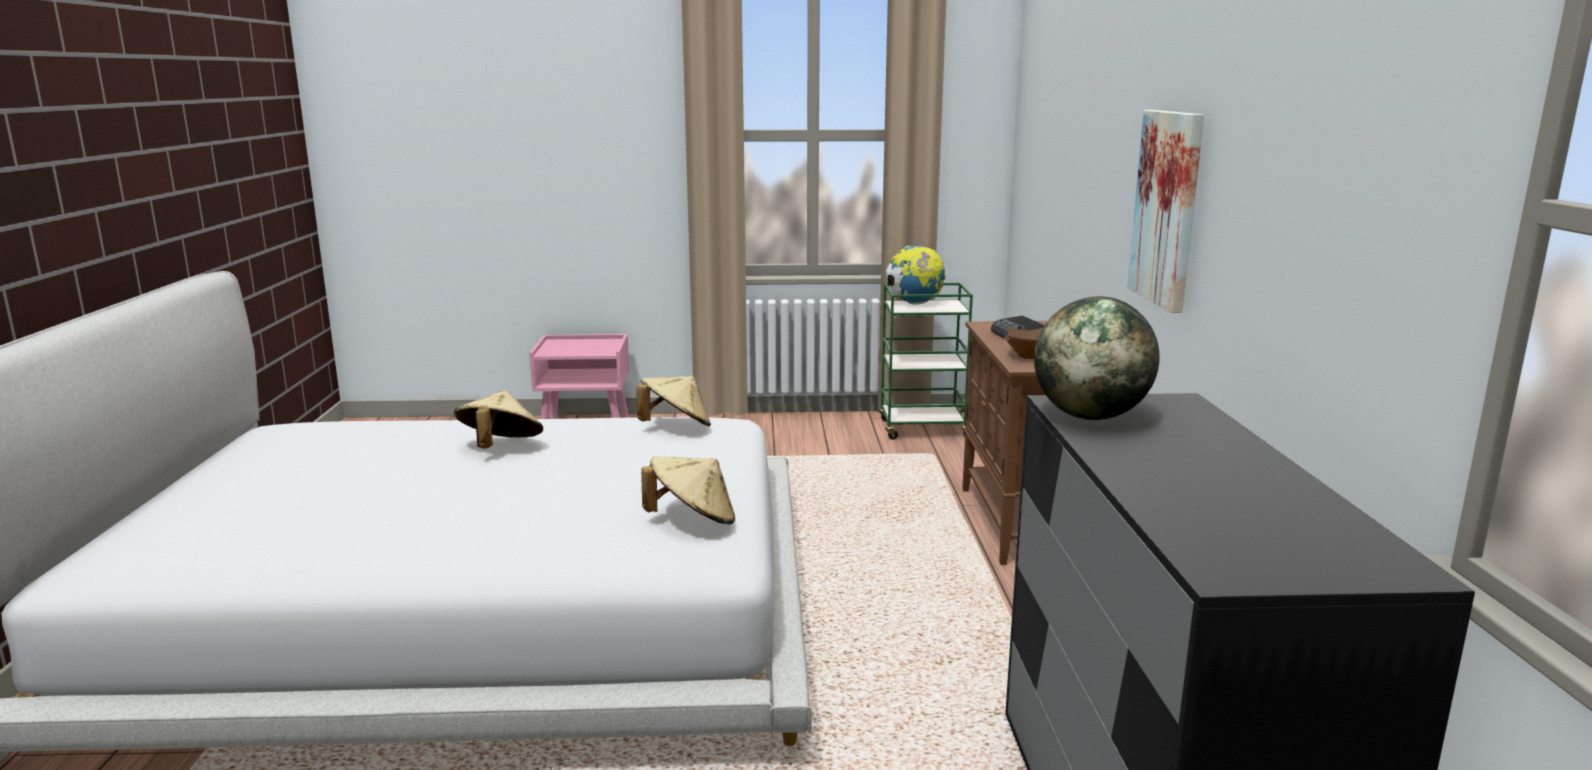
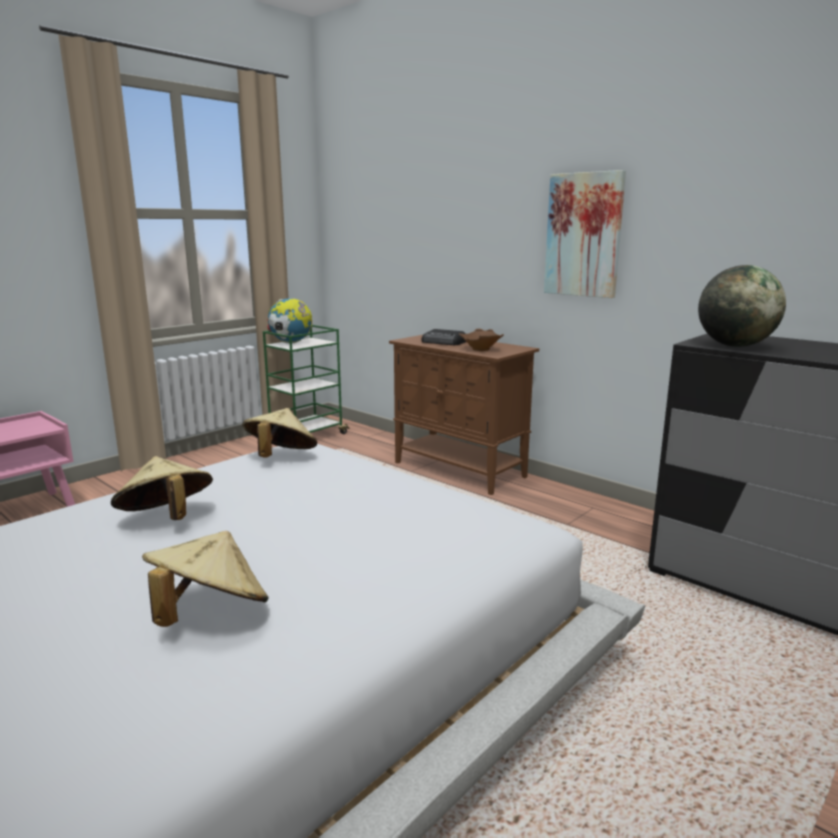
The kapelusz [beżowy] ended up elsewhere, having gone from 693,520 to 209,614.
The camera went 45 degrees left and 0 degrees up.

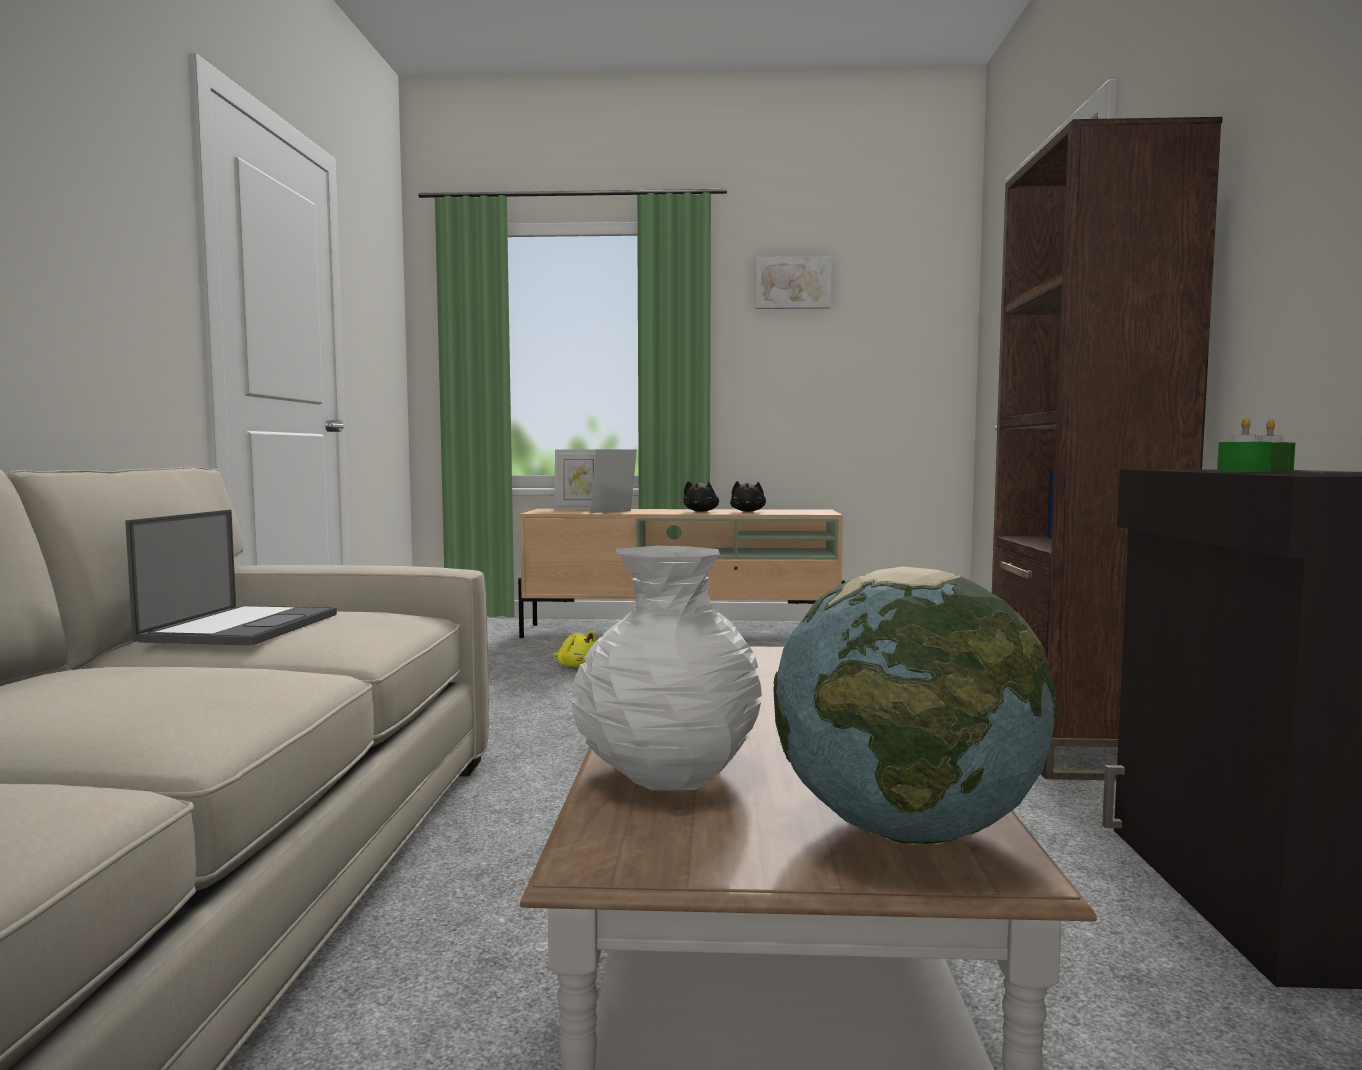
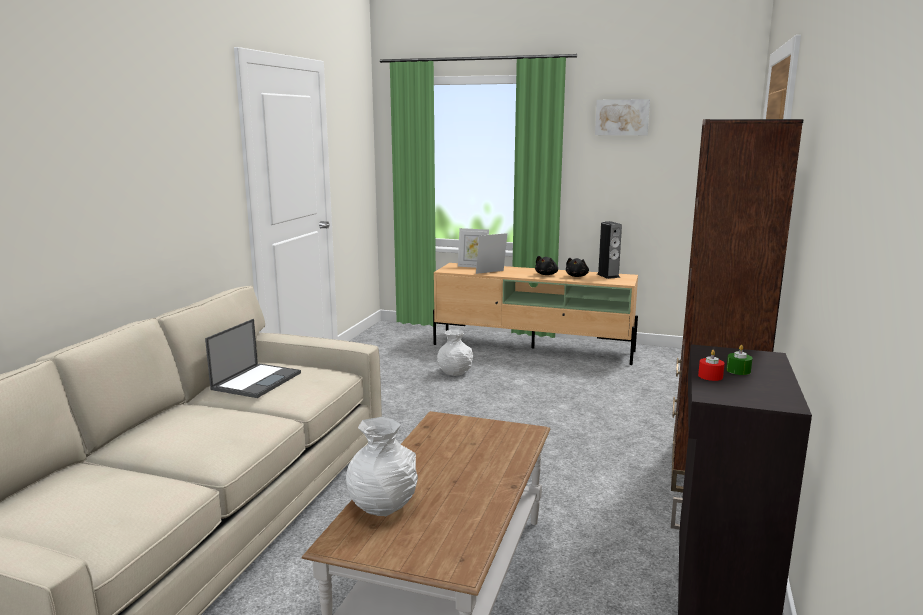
Where the pluszak [żółty] stood at 576,666, the wazon [biały] came to stand at 455,372.
The second view lost the globus at 907,830.
What was the świeca [zielony] at 1243,471 turned into the świeca [czerwony] at 710,376.
The second view gained the głośnik at 608,275.
The camera went 15 degrees right and 10 degrees up.

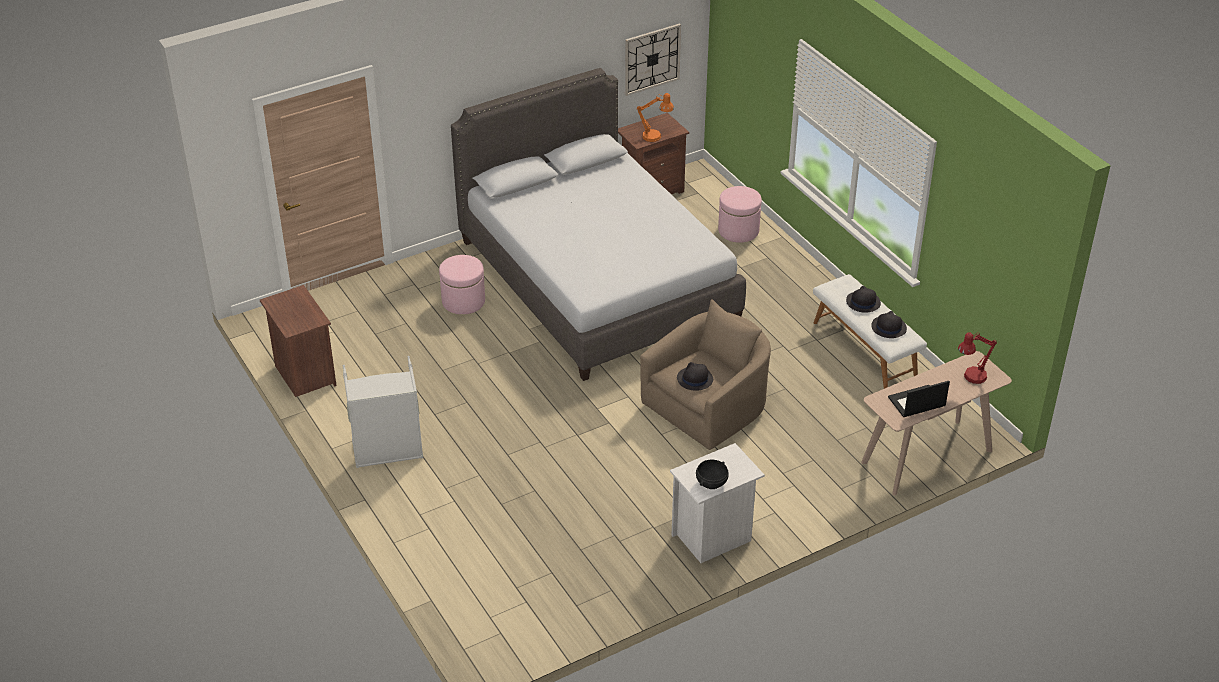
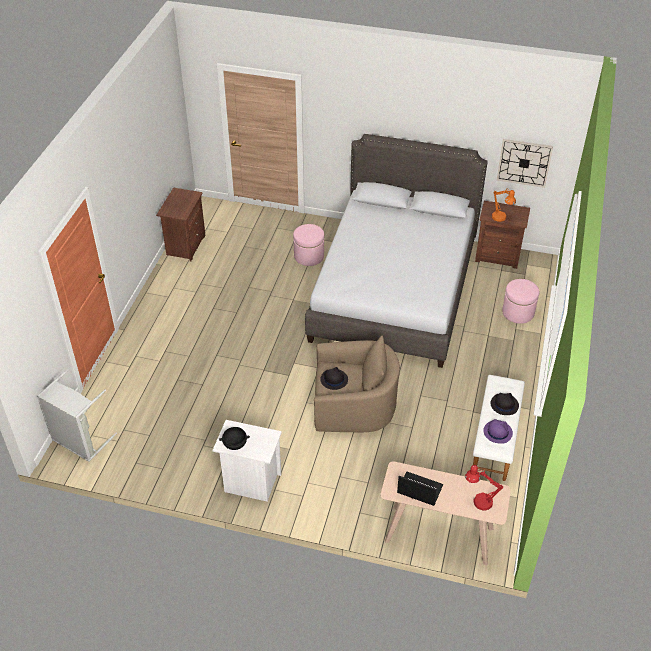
The kosz na pranie [szary] ended up elsewhere, having gone from 387,451 to 79,441.
What was the kapelusz [czarny] at 888,327 turned into the kapelusz [fioletowy] at 497,432.
The camera went 45 degrees right and 5 degrees up.

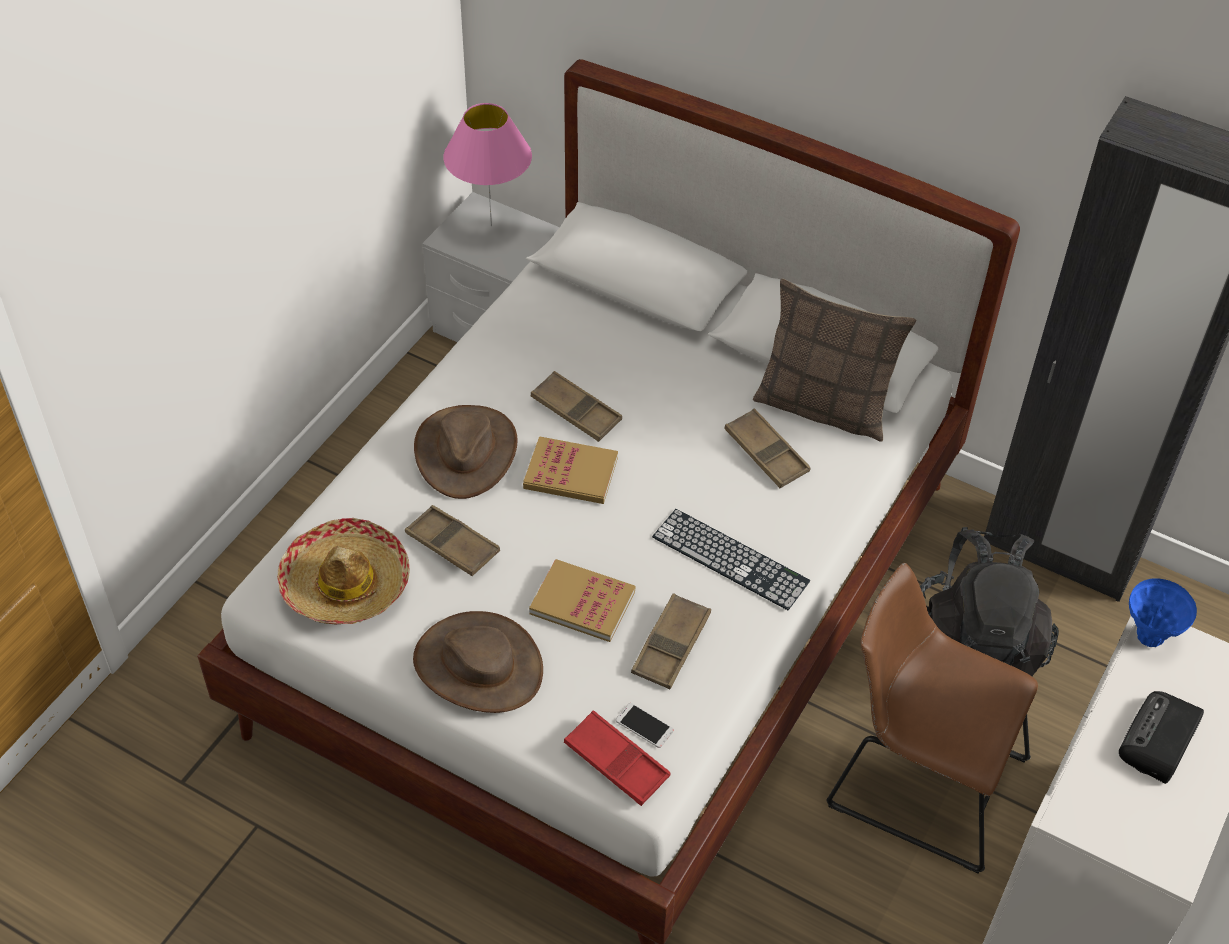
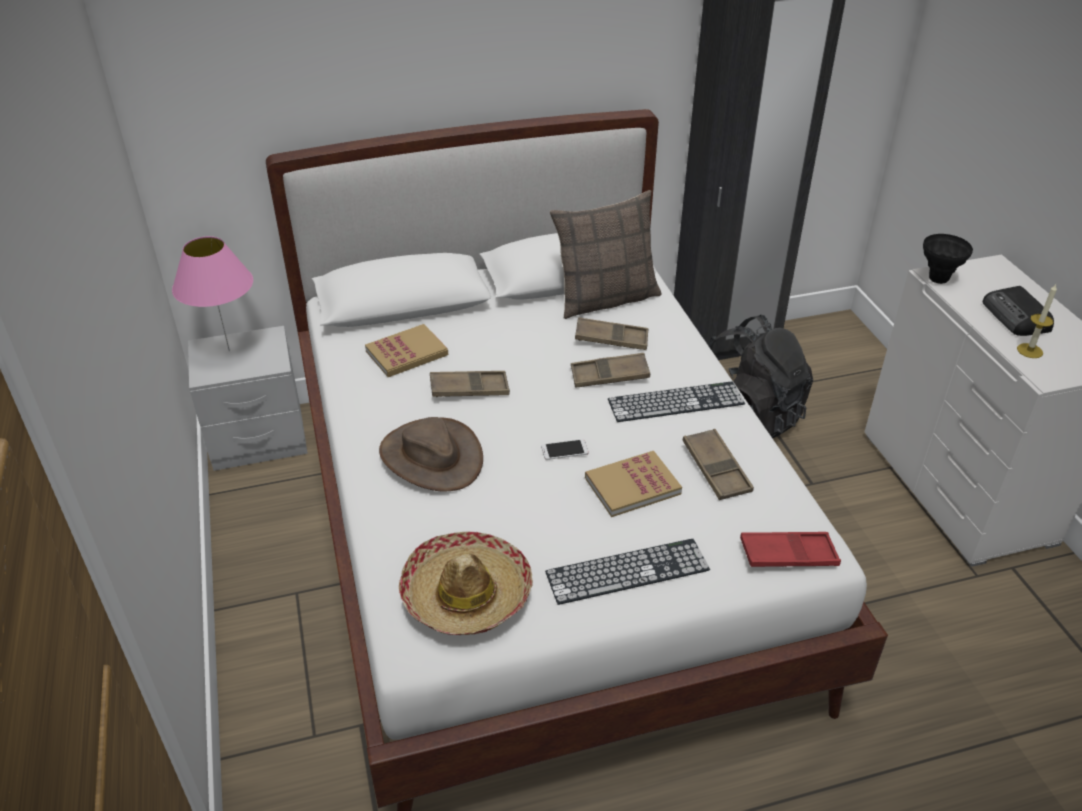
The taca [brązowy] ended up elsewhere, having gone from 452,545 to 609,375.
Where the kapelusz [brązowy] stood at 478,665, the klawiatura came to stand at 627,571.
The książka ended up elsewhere, having gone from 570,473 to 407,353.
The telefon ended up elsewhere, having gone from 644,725 to 564,450.
The second view lost the krzesło [brązowy] at 918,778.
What was the wazon [niebieski] at 1149,637 turned into the wazon [czarny] at 938,279.
The second view gained the świeca at 1029,350.
The camera went 45 degrees left and 10 degrees down.

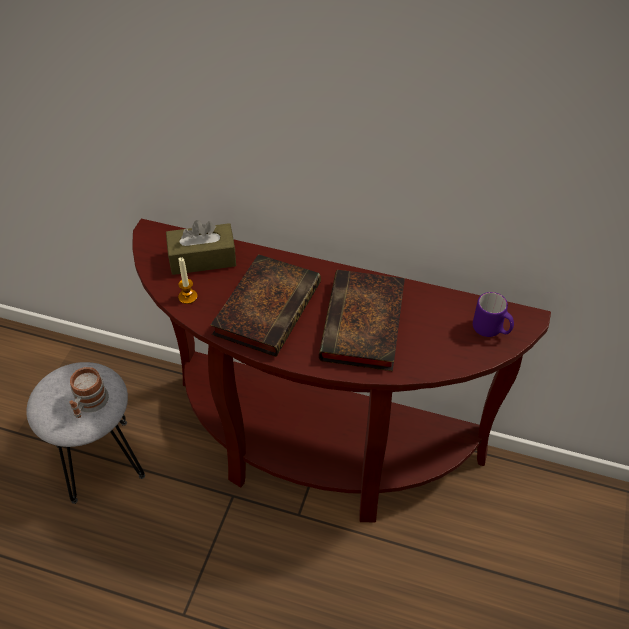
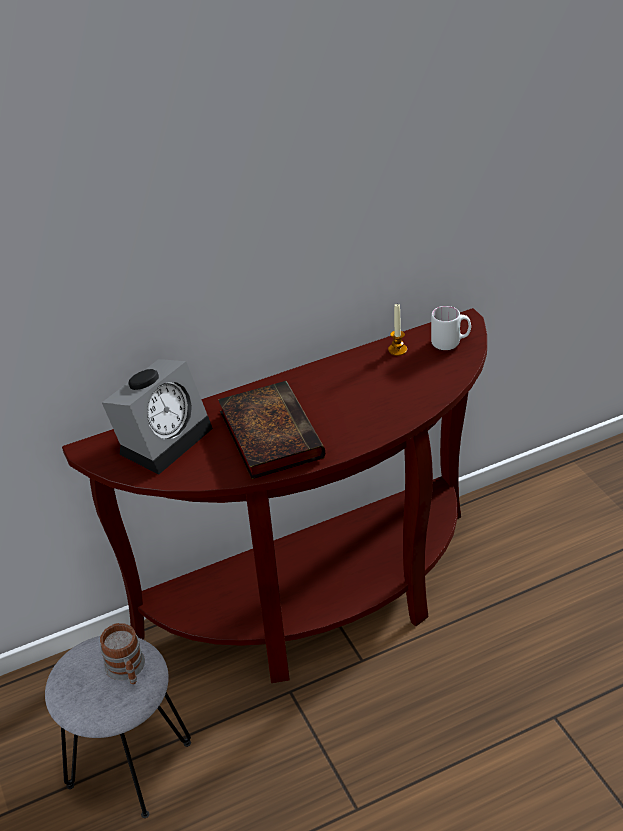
Where the pudełko chusteczek [brązowy] stood at 202,258, the budzik came to stand at 164,438.
The świeca ended up elsewhere, having gone from 188,297 to 397,350.
The second view lost the książka at 363,327.
What was the kubek [fioletowy] at 491,330 turned into the kubek [biały] at 450,343.
The camera went 40 degrees left and 10 degrees down.

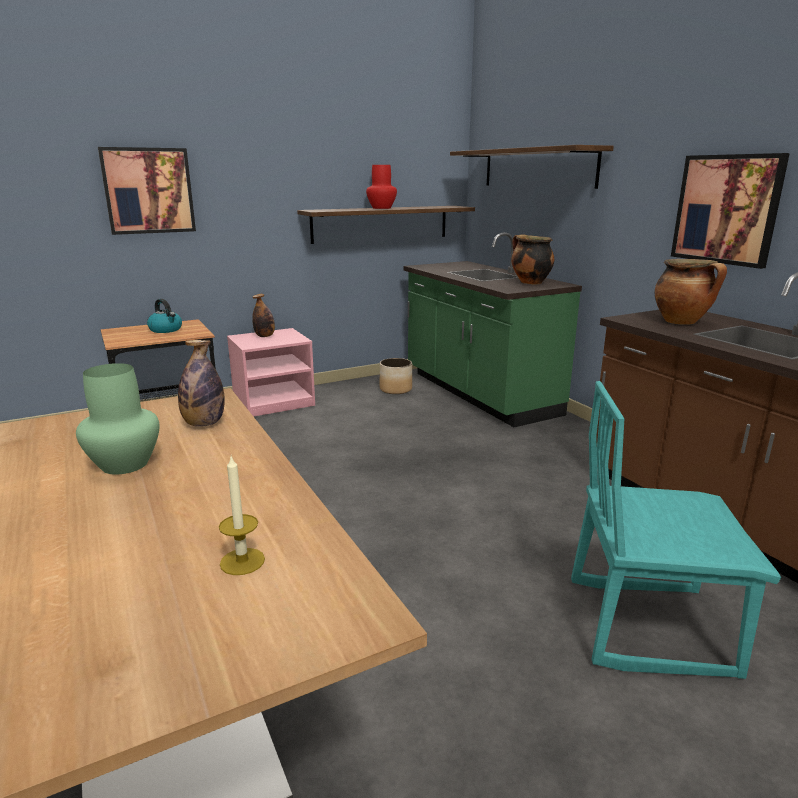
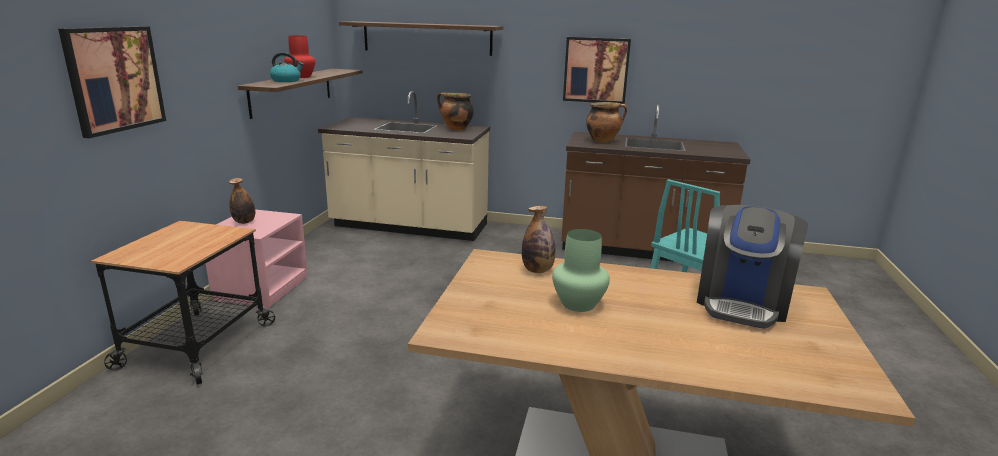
The czajnik ended up elsewhere, having gone from 166,330 to 286,81.
Where the świeca stood at 242,561, the ekspres do kawy came to stand at 742,302.
The second view lost the donica at 395,389.
What was the zabudowa kuchenna [zielony] at 478,393 turned into the zabudowa kuchenna [beżowy] at 409,226.
The camera went 50 degrees left and 0 degrees up.

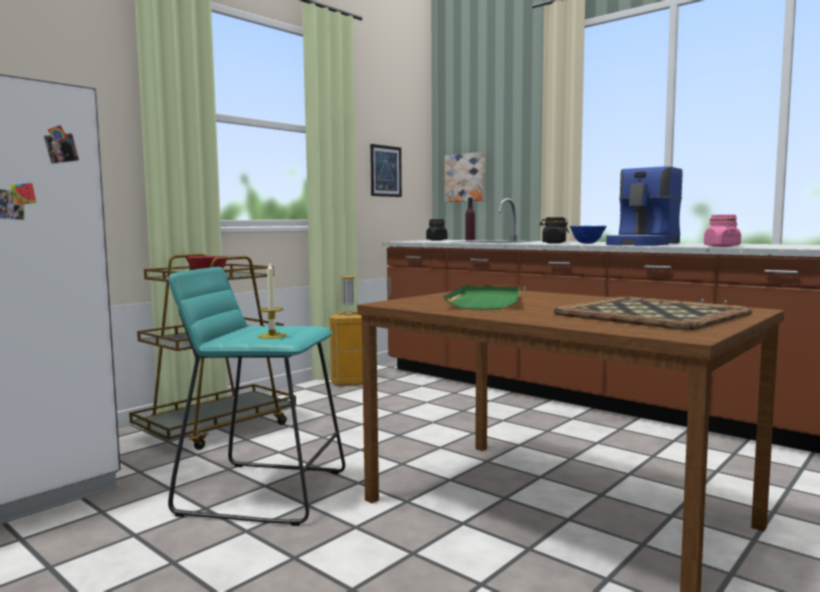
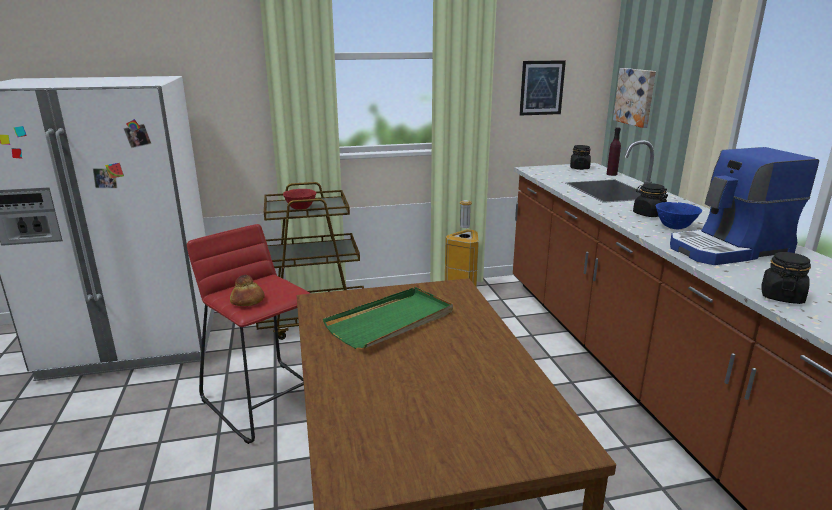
What was the stołek [turkusowy] at 264,491 turned into the stołek [czerwony] at 267,400.
Where the świeca stood at 272,336, the chleb came to stand at 247,301.
The second view lost the taca at 653,314.
What was the słoik [różowy] at 721,246 turned into the słoik [czarny] at 781,296.
The camera went 35 degrees right and 15 degrees up.

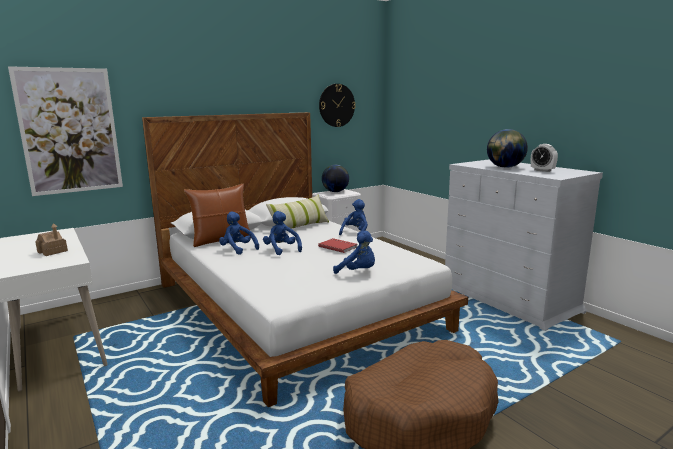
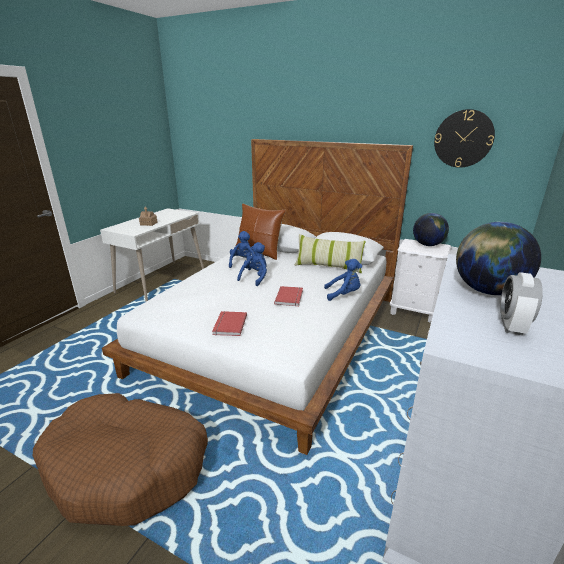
The second view lost the obraz at 69,131.
Where the pluszak [niebieski] stood at 358,272, the książka [czerwony] came to stand at 229,325.
The camera went 60 degrees right and 10 degrees up.

